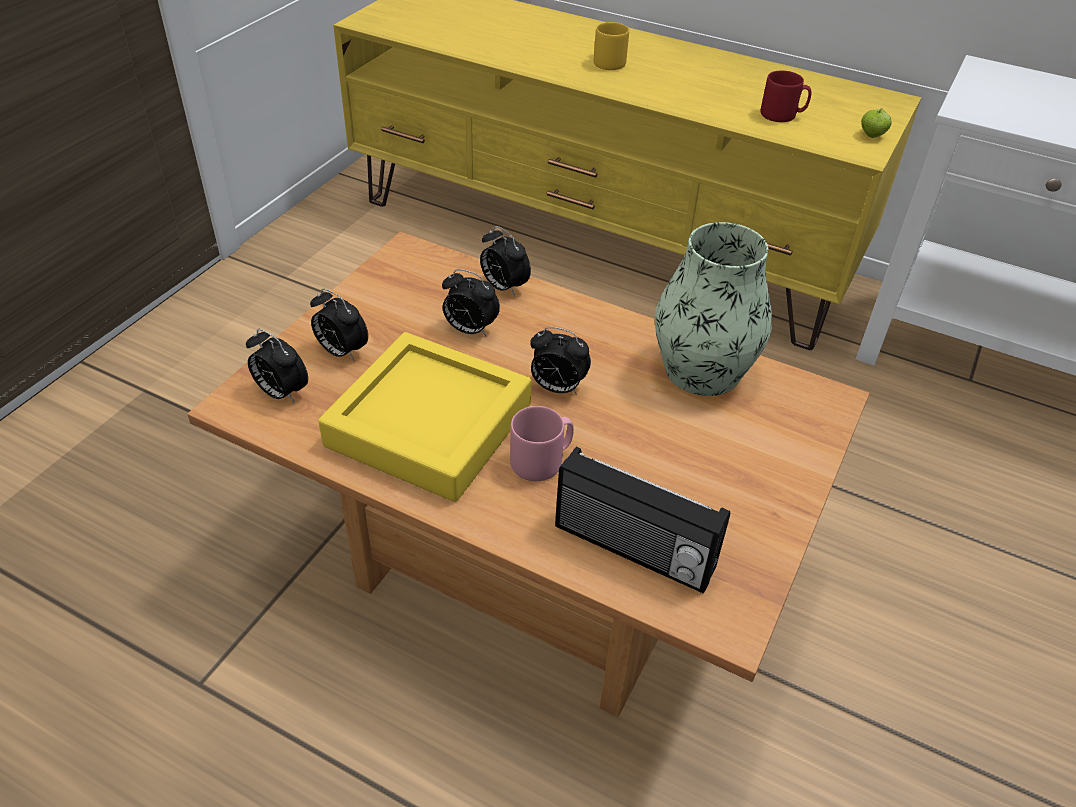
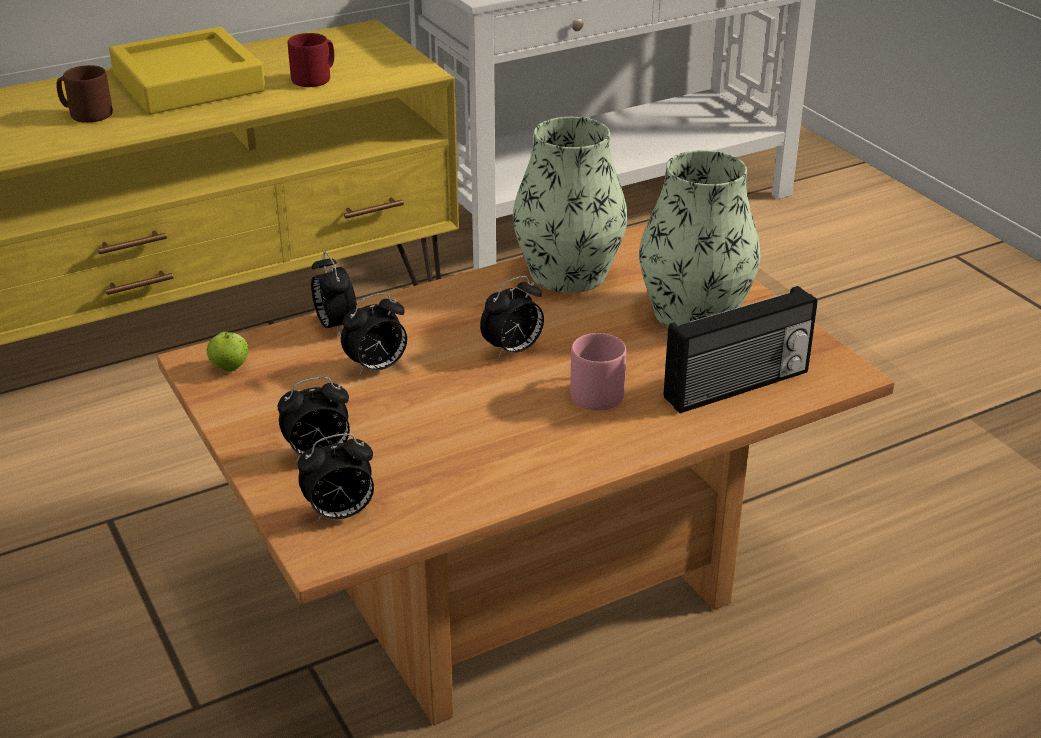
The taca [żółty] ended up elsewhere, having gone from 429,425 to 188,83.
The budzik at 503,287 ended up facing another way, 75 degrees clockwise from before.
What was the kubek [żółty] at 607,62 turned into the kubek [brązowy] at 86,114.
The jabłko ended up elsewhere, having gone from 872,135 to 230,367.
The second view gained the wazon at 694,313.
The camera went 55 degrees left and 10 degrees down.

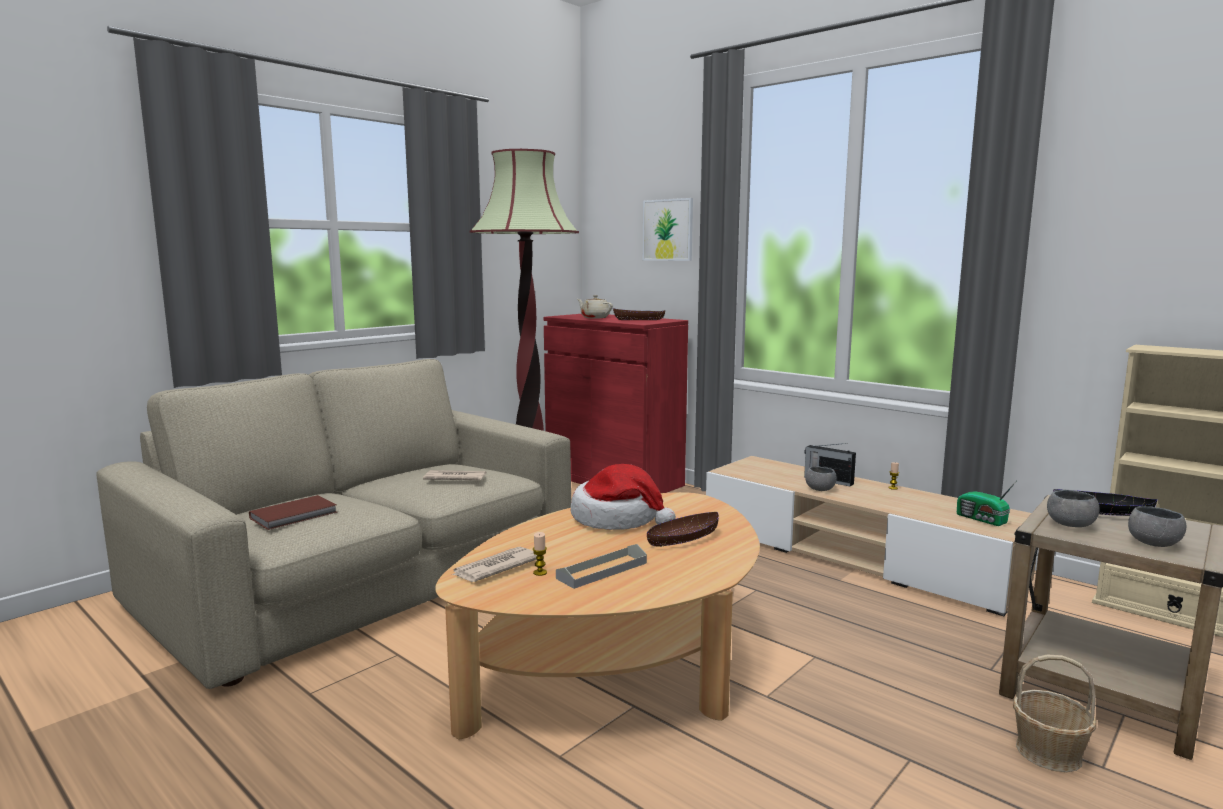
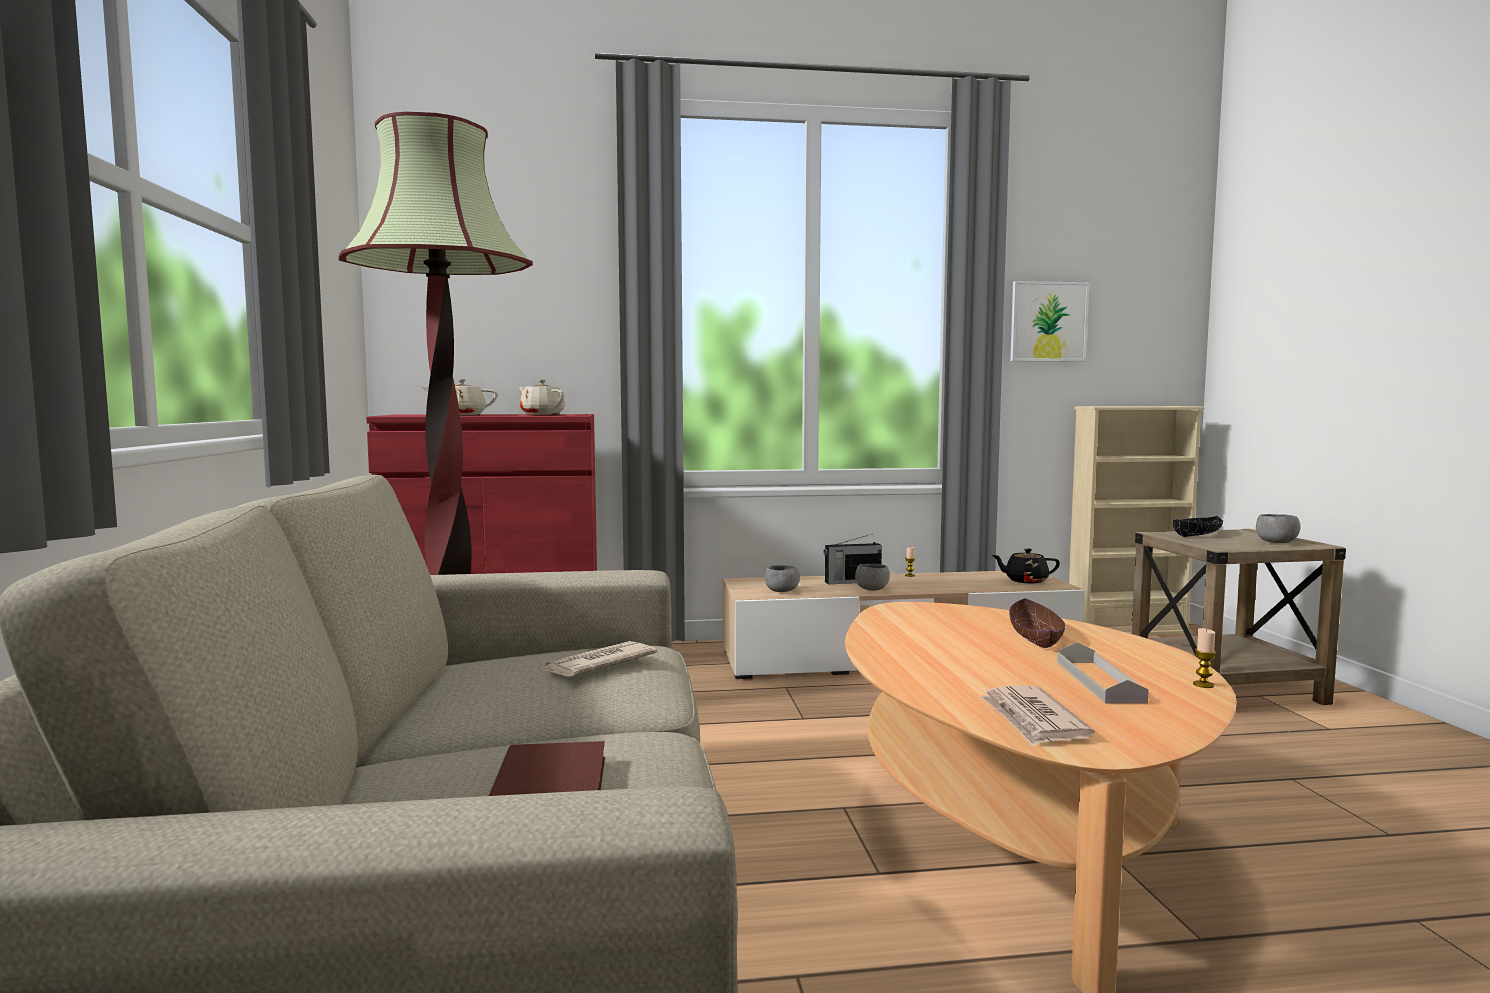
The świeca ended up elsewhere, having gone from 540,572 to 1203,685.
The second view lost the kapelusz at 617,519.
Where the miska [brązowy] stood at 639,320, the imbryk [beżowy] came to stand at 541,414.
The obraz ended up elsewhere, having gone from 668,230 to 1048,322.
Where the radio stood at 982,519, the imbryk [czarny] came to stand at 1025,581.
The second view lost the koszyk at 1049,753.
The miska [szary] ended up elsewhere, having gone from 1070,525 to 781,591.
The camera went 50 degrees left and 5 degrees down.

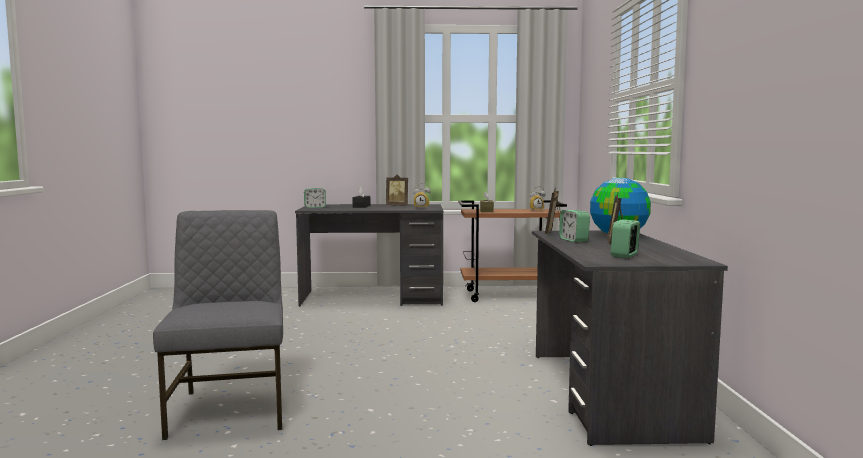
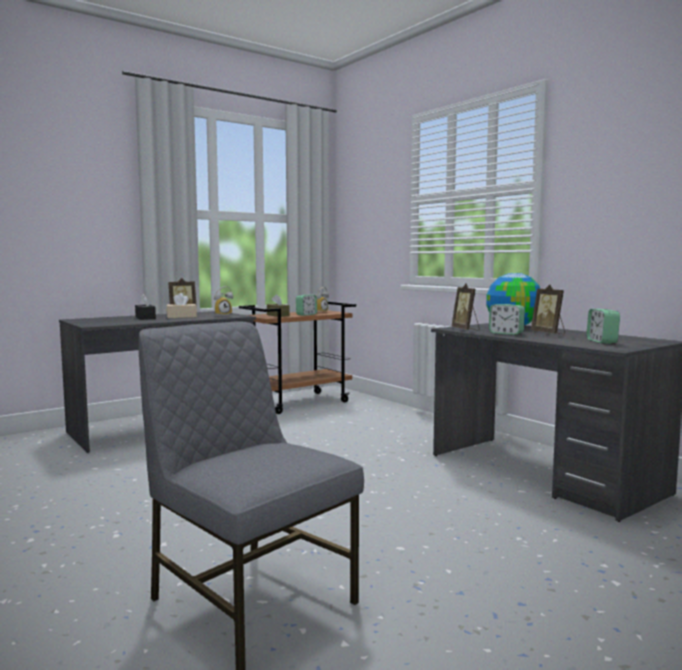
The budzik ended up elsewhere, having gone from 315,207 to 306,314.
The second view gained the pudełko chusteczek [beżowy] at 181,317.
The camera went 35 degrees left and 0 degrees up.

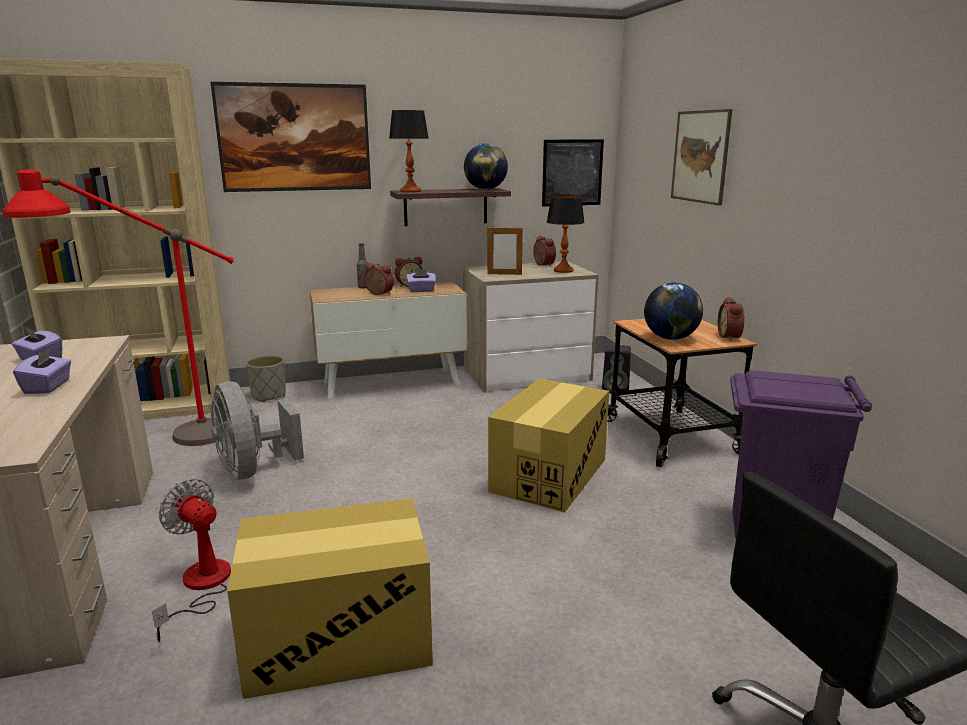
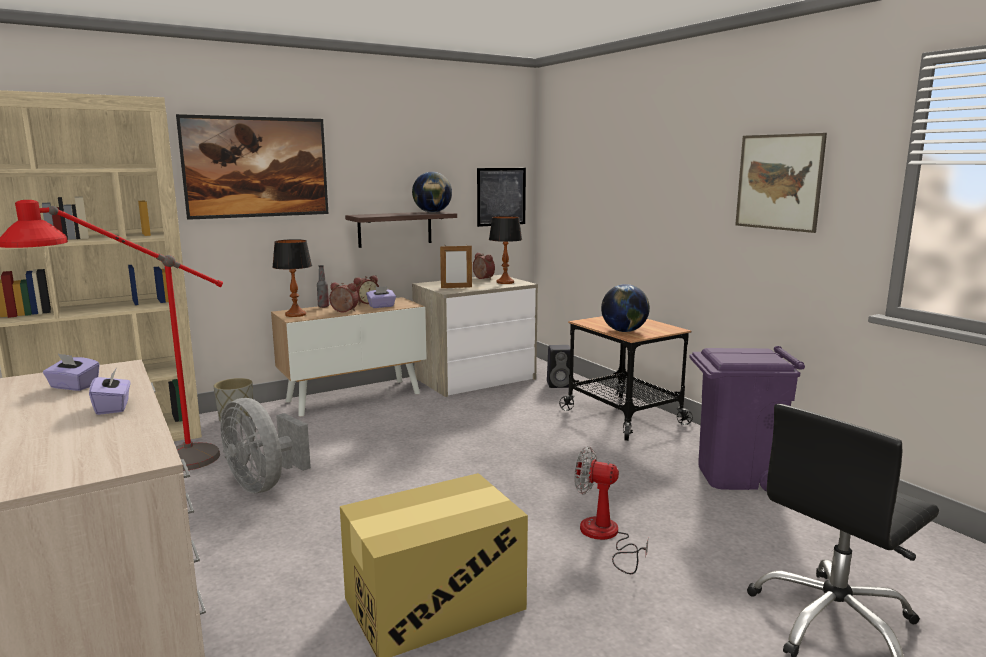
The wentylator ended up elsewhere, having gone from 200,587 to 605,537.
The lampa stołowa ended up elsewhere, having gone from 410,191 to 295,314.
The second view lost the karton at 549,475.
The obraz ended up elsewhere, having gone from 700,156 to 778,182.
The second view lost the budzik at 731,337.
The camera went 15 degrees left and 5 degrees down.

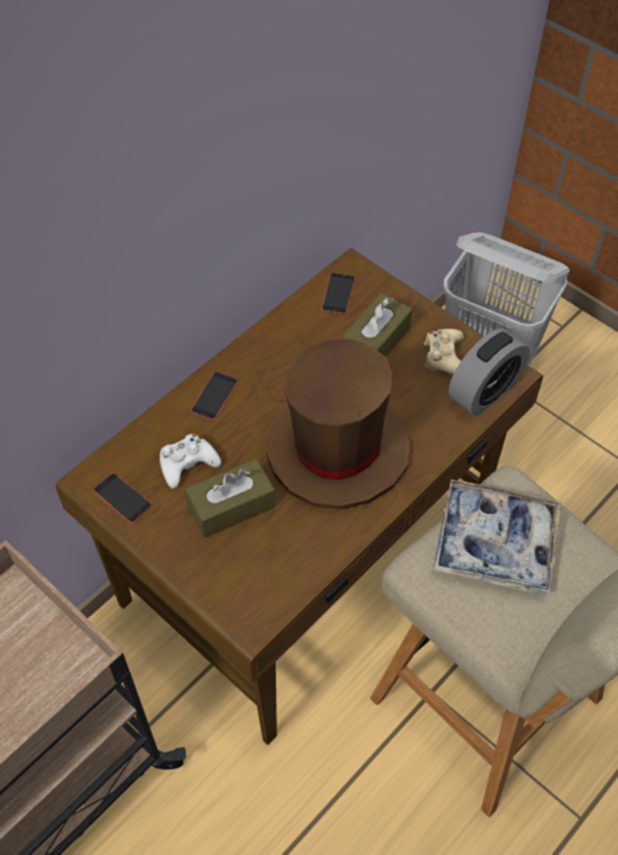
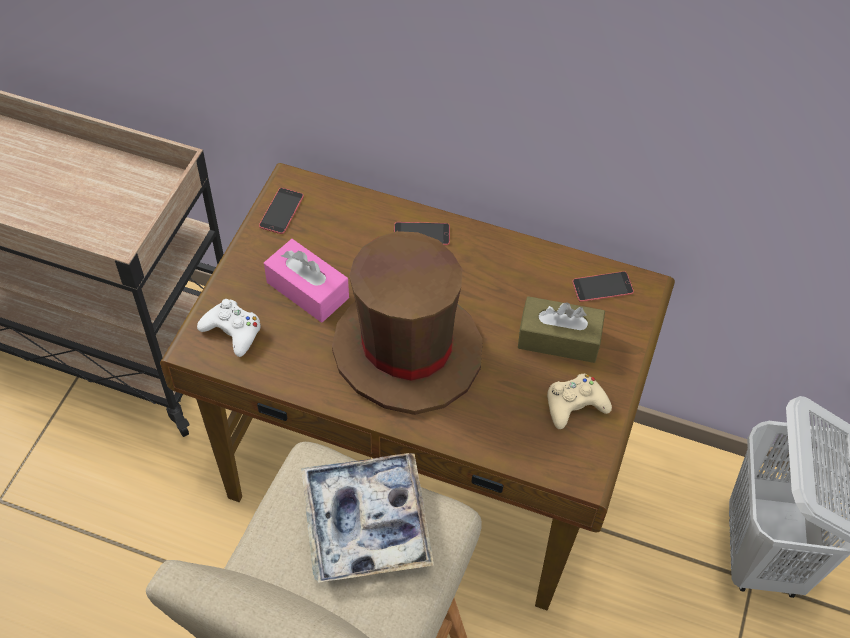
The pad do gier [biały] ended up elsewhere, having gone from 187,464 to 233,331.
What was the pudełko chusteczek [brązowy] at 231,506 turned into the pudełko chusteczek [różowy] at 307,290.
The second view lost the budzik at 484,392.
The camera went 65 degrees right and 0 degrees up.

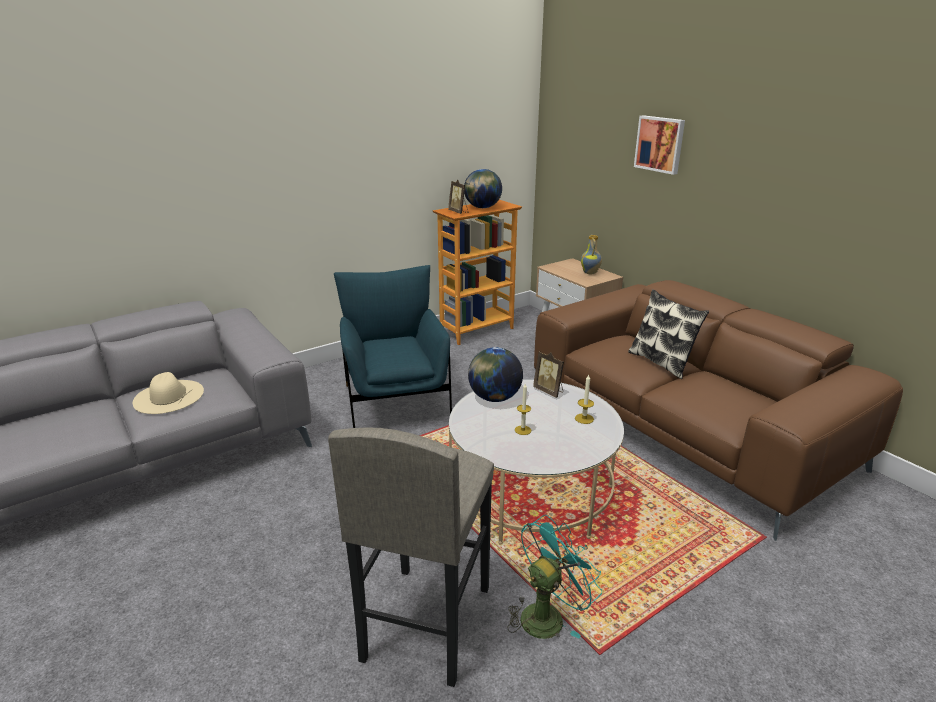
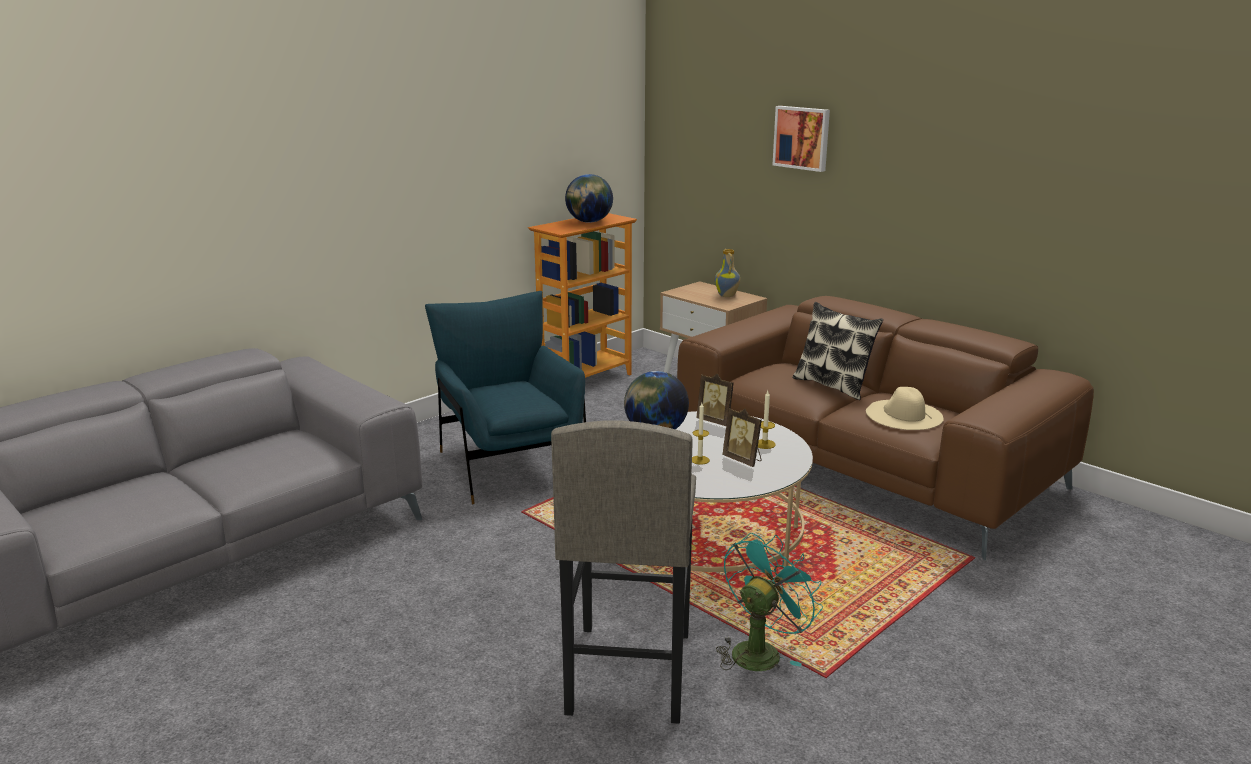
The kapelusz [beżowy] ended up elsewhere, having gone from 168,396 to 904,414.
The ramka na zdjęcie ended up elsewhere, having gone from 459,212 to 743,460.
The camera went 10 degrees left and 5 degrees down.

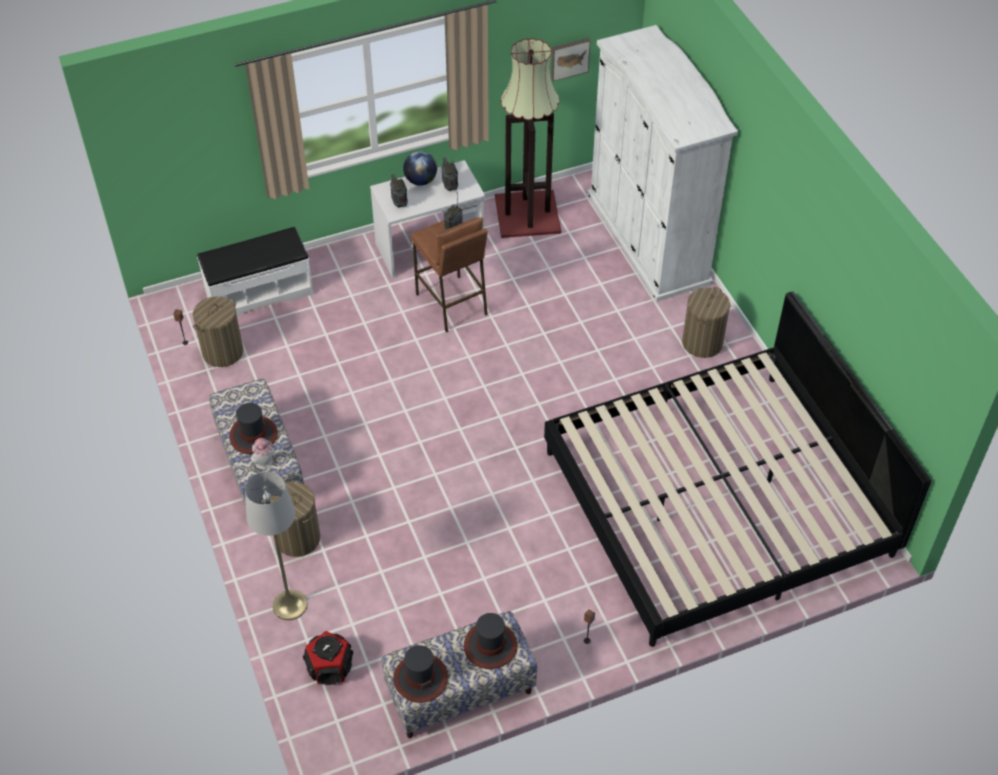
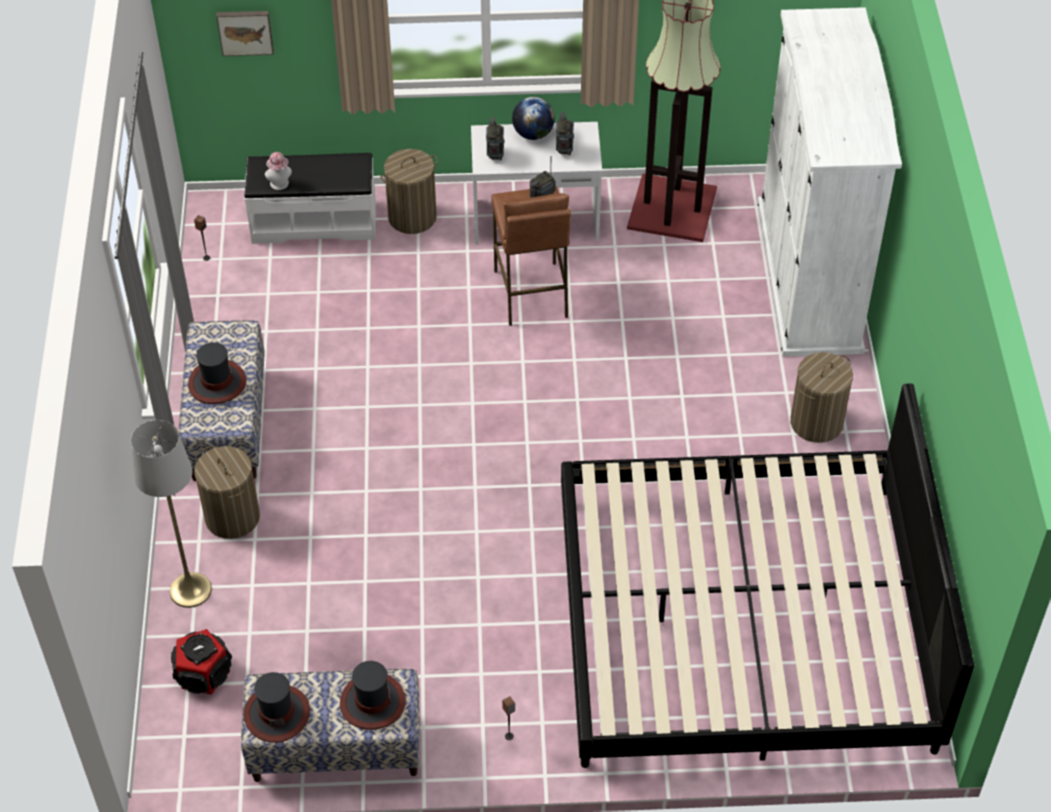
The kosz na pranie ended up elsewhere, having gone from 223,352 to 412,217.
The kapelusz ended up elsewhere, having gone from 265,464 to 280,185.
The obraz ended up elsewhere, having gone from 569,58 to 245,31.
The camera went 20 degrees right and 0 degrees up.

